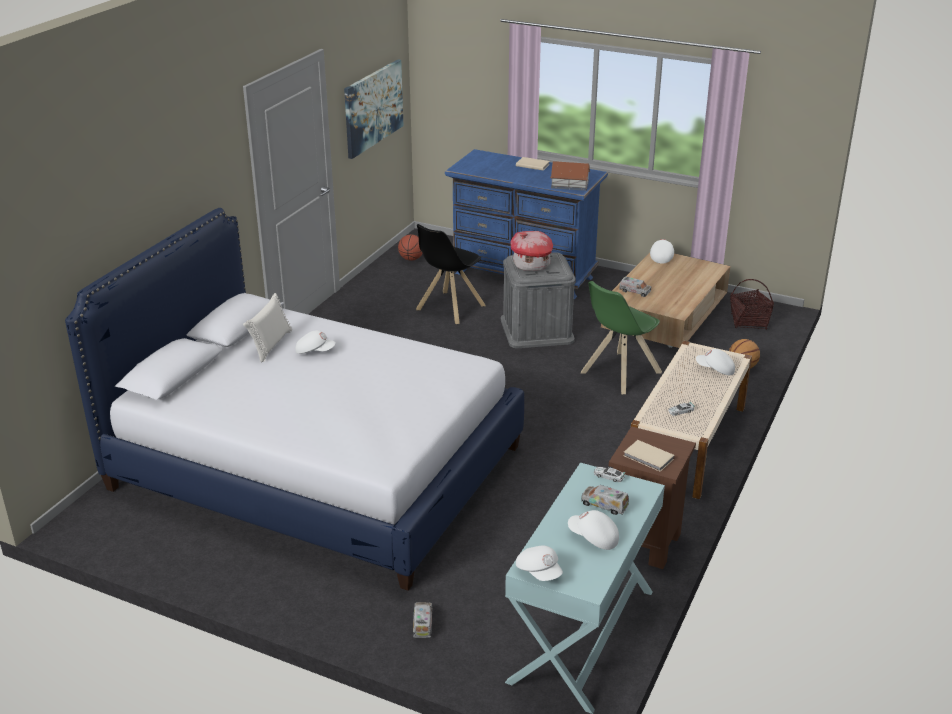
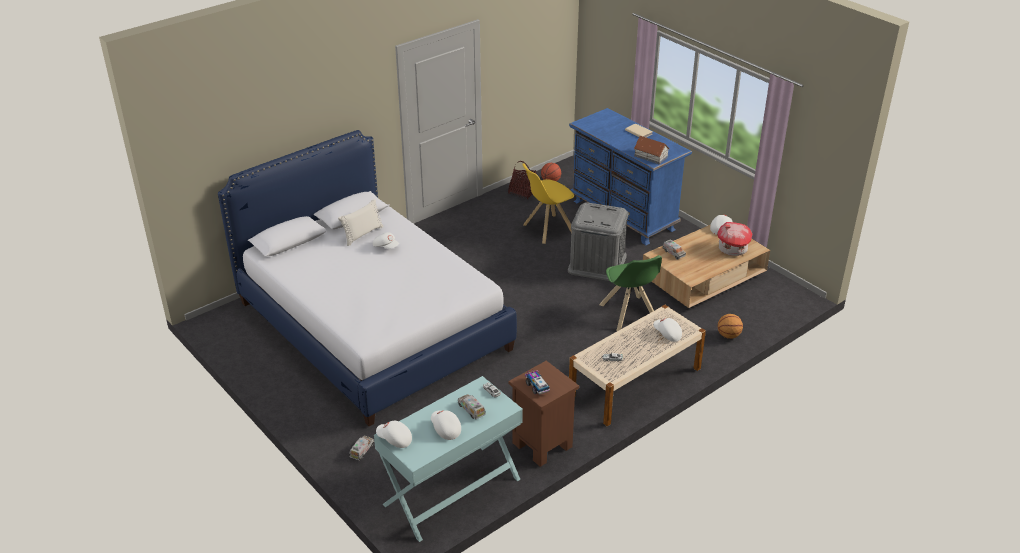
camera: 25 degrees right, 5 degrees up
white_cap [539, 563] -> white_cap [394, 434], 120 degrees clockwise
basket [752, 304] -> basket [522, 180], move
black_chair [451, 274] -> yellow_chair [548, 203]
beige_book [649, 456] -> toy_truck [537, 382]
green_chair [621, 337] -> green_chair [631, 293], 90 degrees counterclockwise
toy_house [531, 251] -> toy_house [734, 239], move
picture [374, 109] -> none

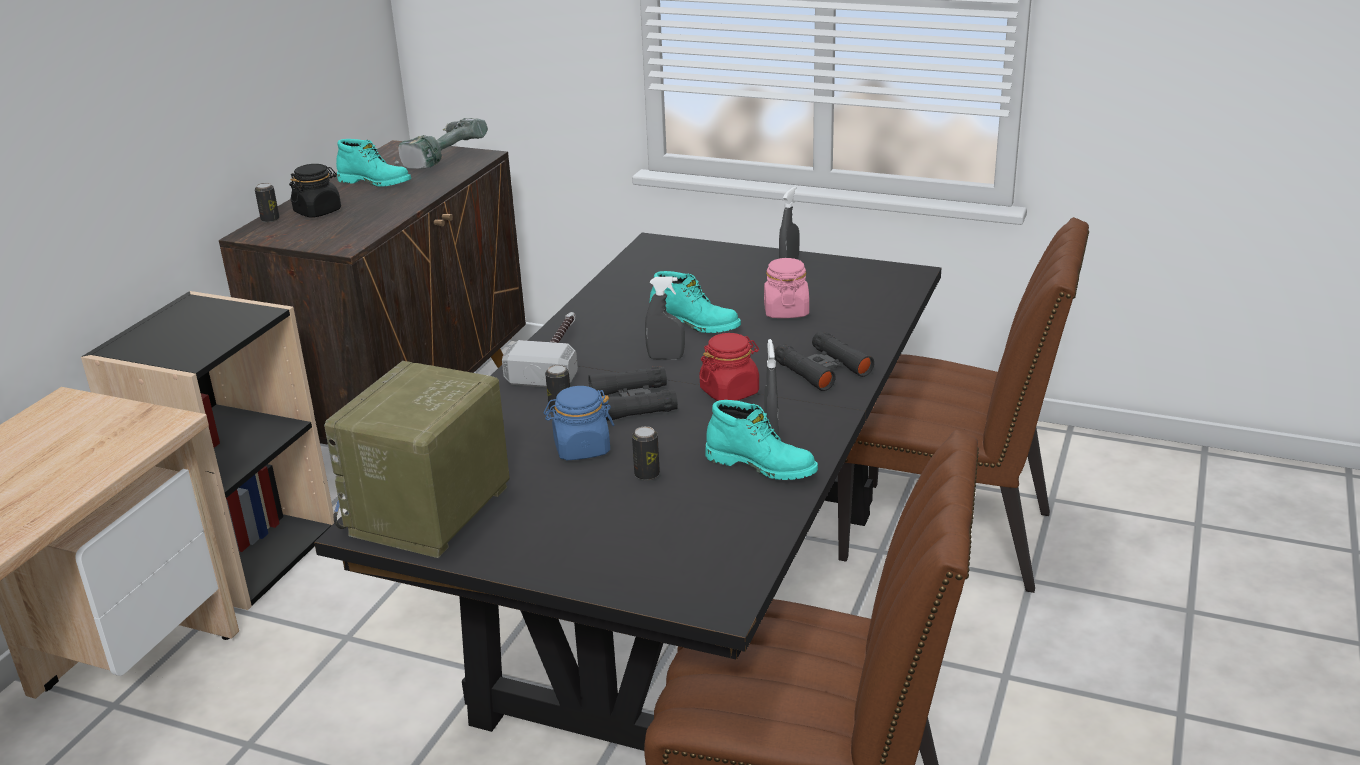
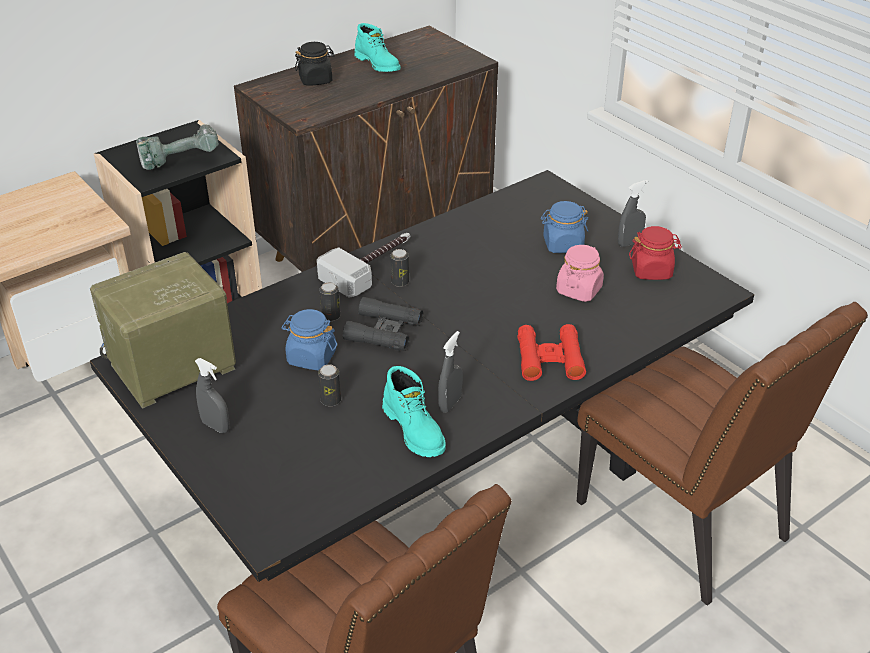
camera: 30 degrees right, 10 degrees up
power_drill [441, 143] -> power_drill [177, 147], move
grey_spray_bottle [665, 318] -> grey_spray_bottle [212, 395], move
can [267, 203] -> can [399, 268], move
black_binoculars [824, 361] -> red_binoculars [551, 352]
none -> blue_jar [564, 227]
red_jar [729, 367] -> red_jar [655, 253], move
turquoise_boot [695, 302] -> none

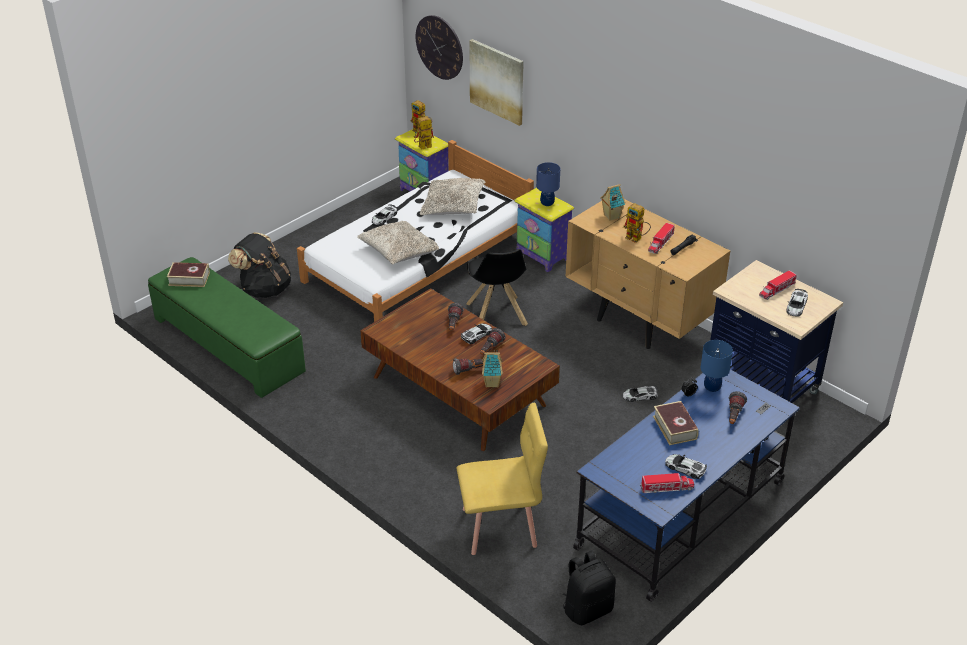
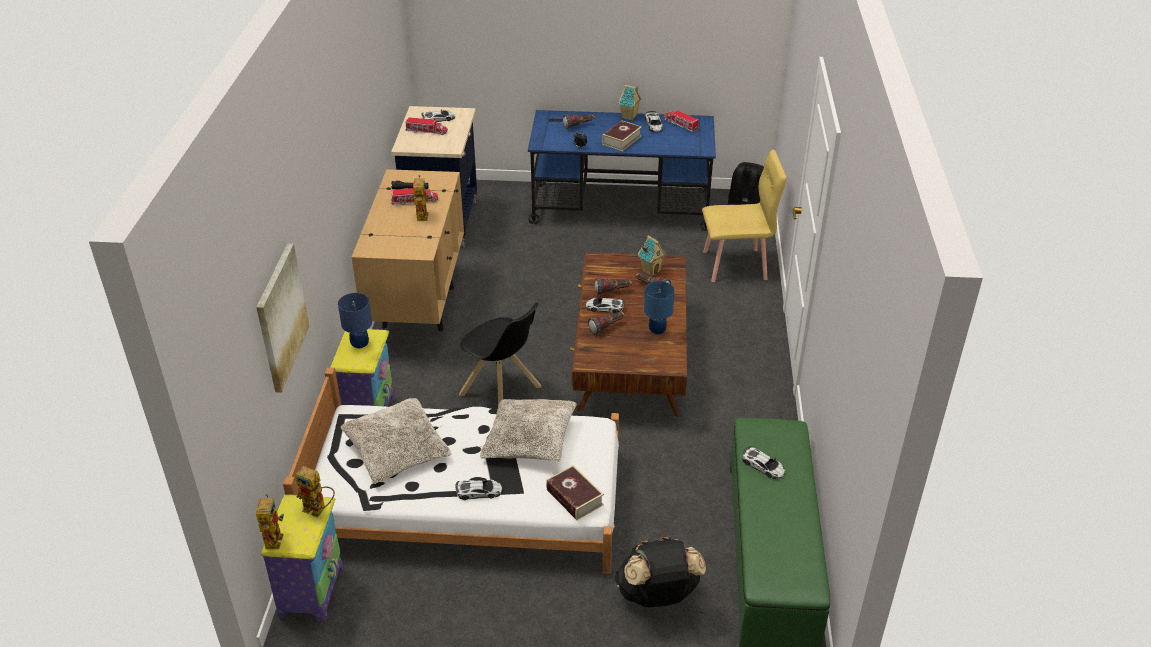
camera: 130 degrees left, 0 degrees up
black_chair [497, 287] -> black_chair [500, 354], 90 degrees clockwise
book [188, 274] -> book [575, 492], move
toy_house [613, 202] -> toy_house [629, 102], move
blue_table_lamp [717, 366] -> blue_table_lamp [659, 307], move
yellow_chair [502, 479] -> yellow_chair [744, 216], 135 degrees clockwise
toy_car [640, 393] -> toy_car [763, 462], move
wall_clock [439, 47] -> none

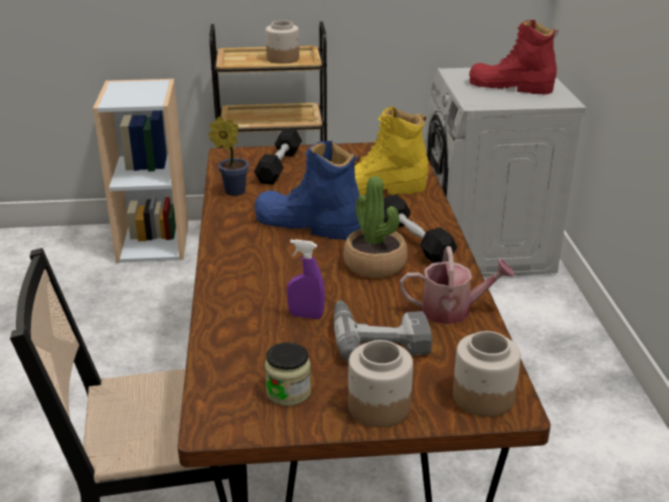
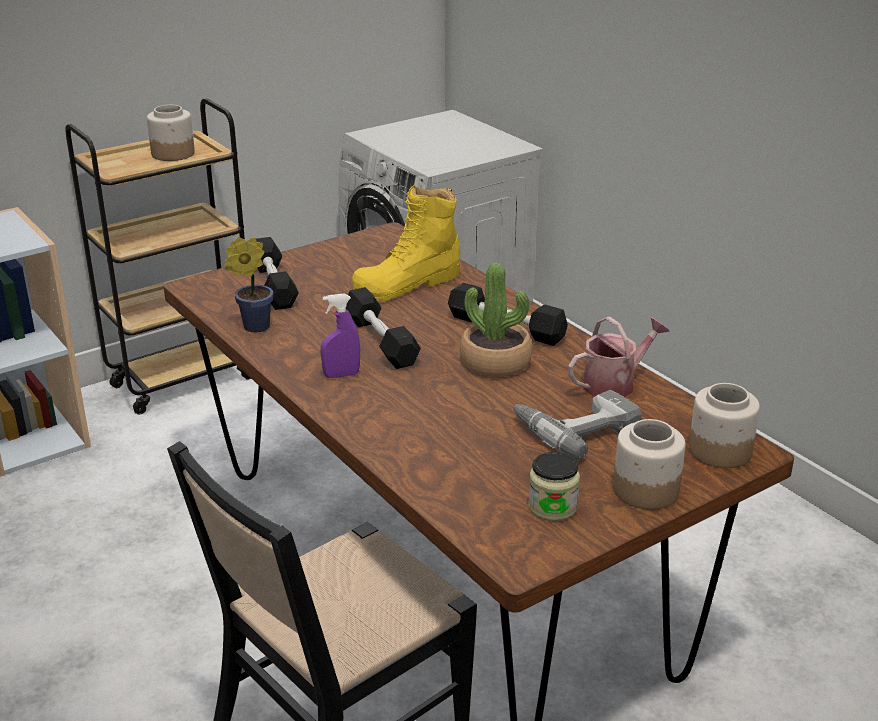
camera: 30 degrees left, 0 degrees up
purple_spray_bottle [306, 279] -> purple_spray_bottle [340, 335], move
blue_boot [308, 190] -> black_dumbbell [383, 328]
red_boot [513, 57] -> none

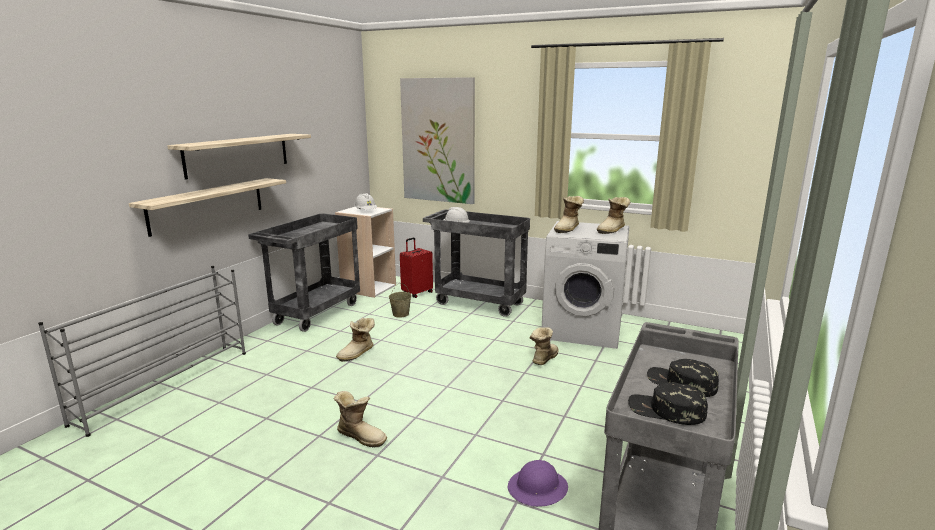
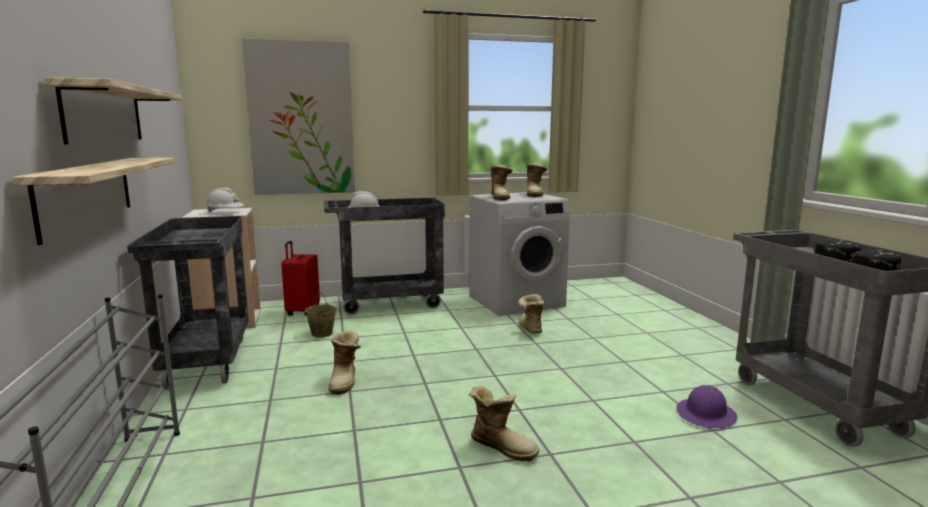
camera: 40 degrees left, 5 degrees down
boot [360, 419] -> boot [504, 424], 45 degrees clockwise

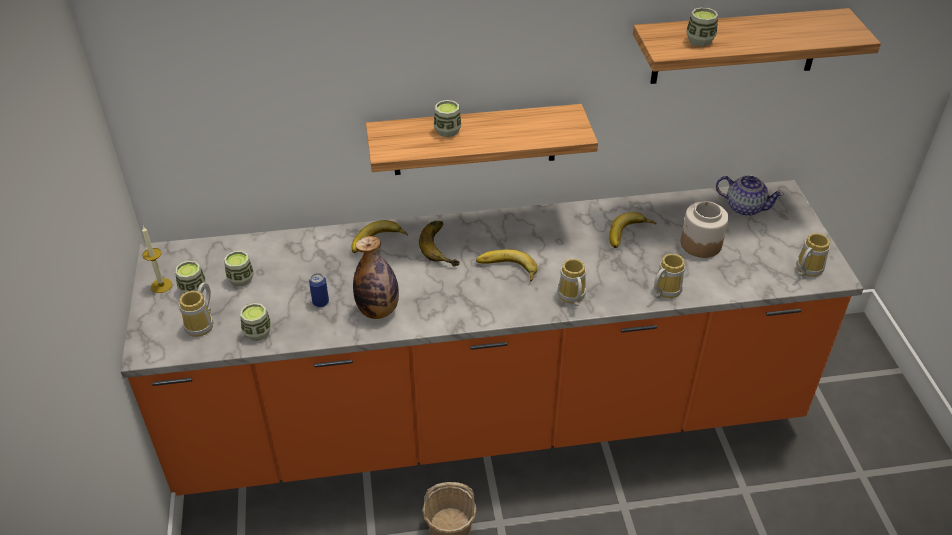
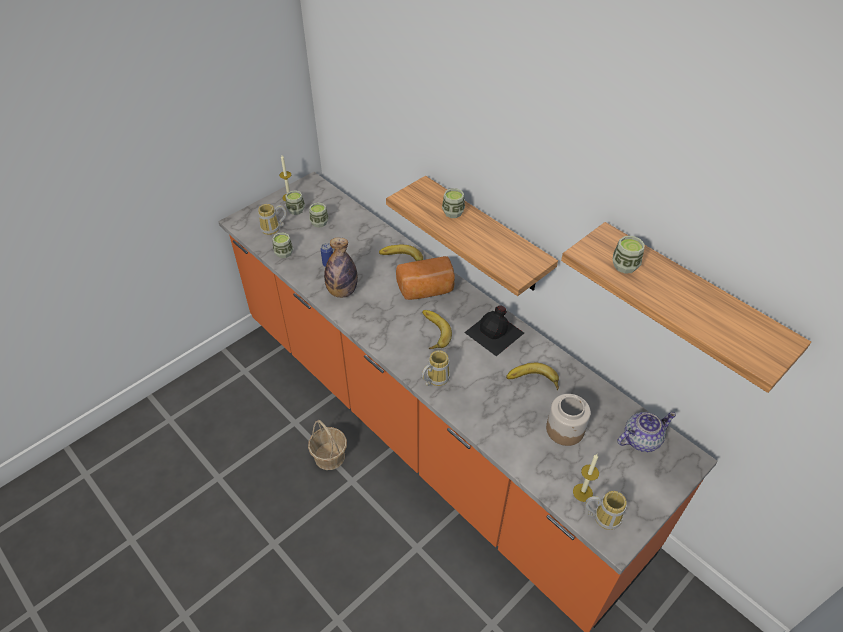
camera: 55 degrees right, 5 degrees up
banana [439, 244] -> bread [425, 278]
none -> black_bottle [494, 330]
none -> candle [586, 478]
teapot [750, 195] -> teapot [646, 432], 105 degrees counterclockwise
mug [669, 276] -> none

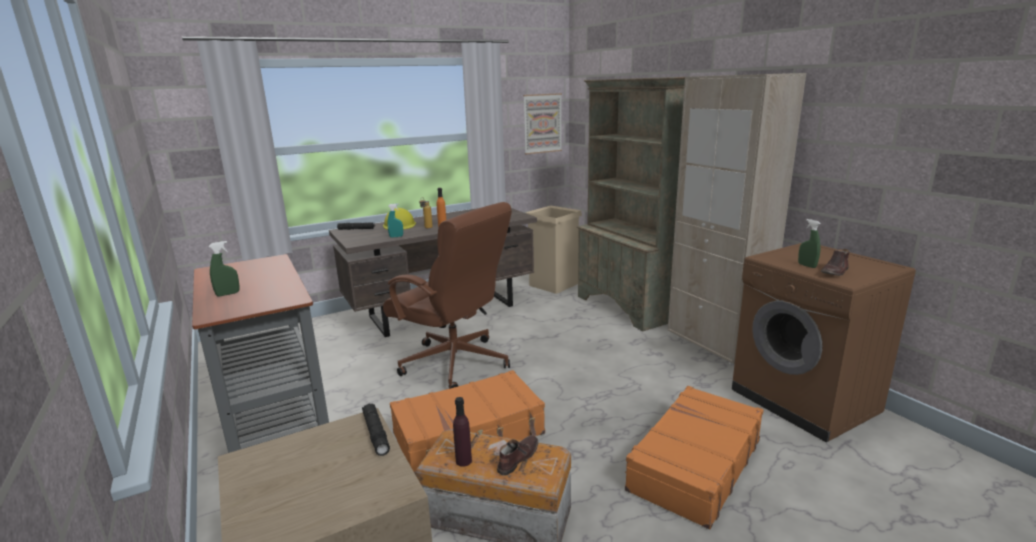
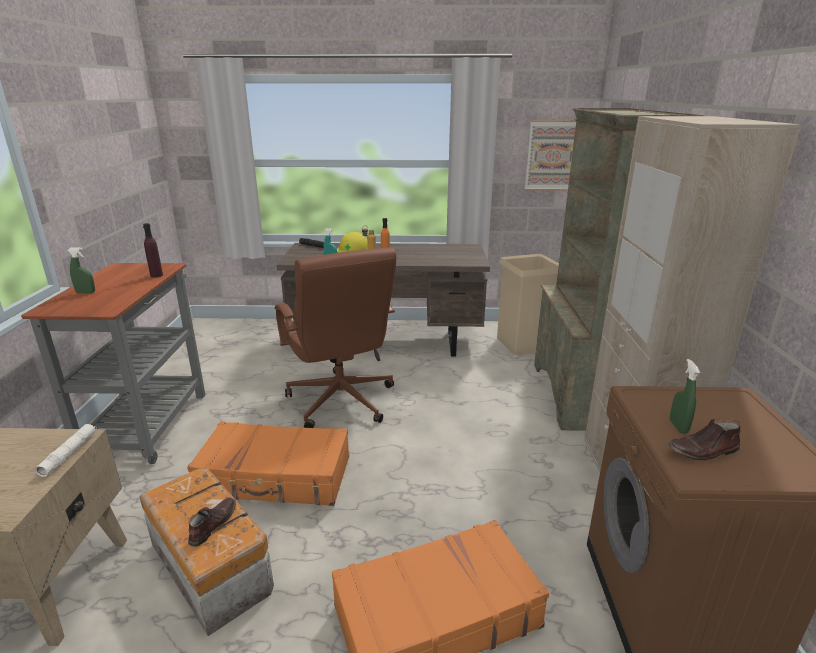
camera: 30 degrees right, 5 degrees up
black_flashlight [376, 430] -> white_flashlight [66, 450]
purple_bottle [462, 432] -> purple_bottle [153, 250], move
brown_shoe [517, 455] -> brown_shoe [212, 522], 45 degrees counterclockwise

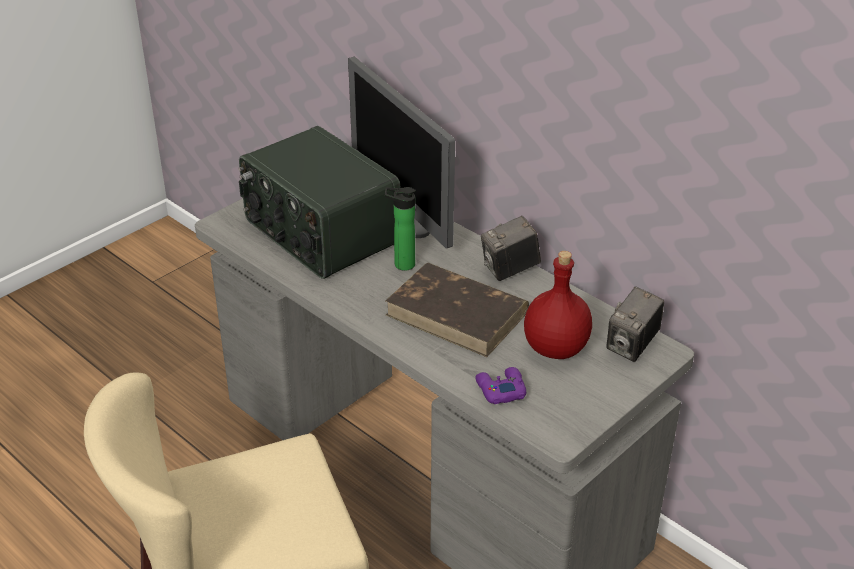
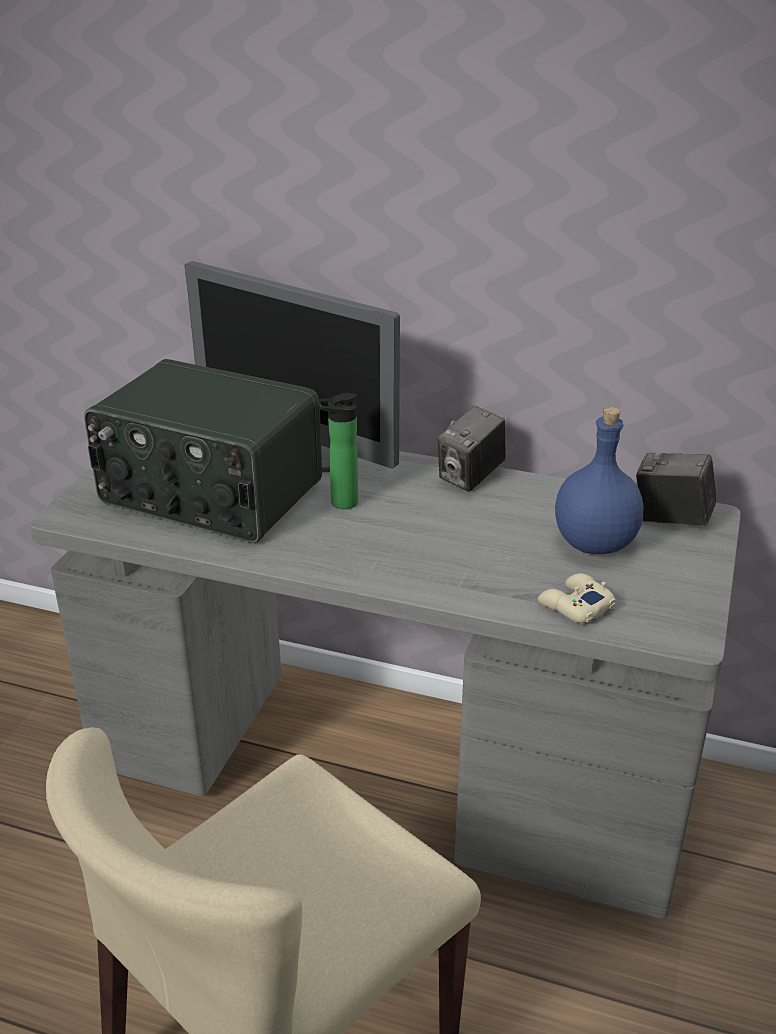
camera: 25 degrees left, 5 degrees down
purple_game_controller [500, 385] -> beige_game_controller [577, 598]
red_bottle [558, 305] -> blue_bottle [599, 480]
photo_camera [635, 324] -> photo_camera [676, 489], 105 degrees clockwise
brown_book [457, 310] -> none

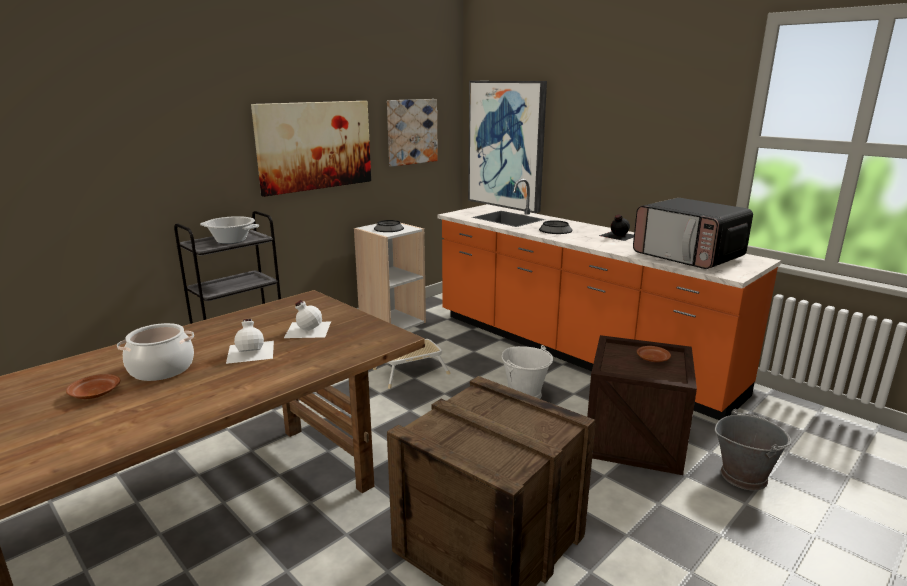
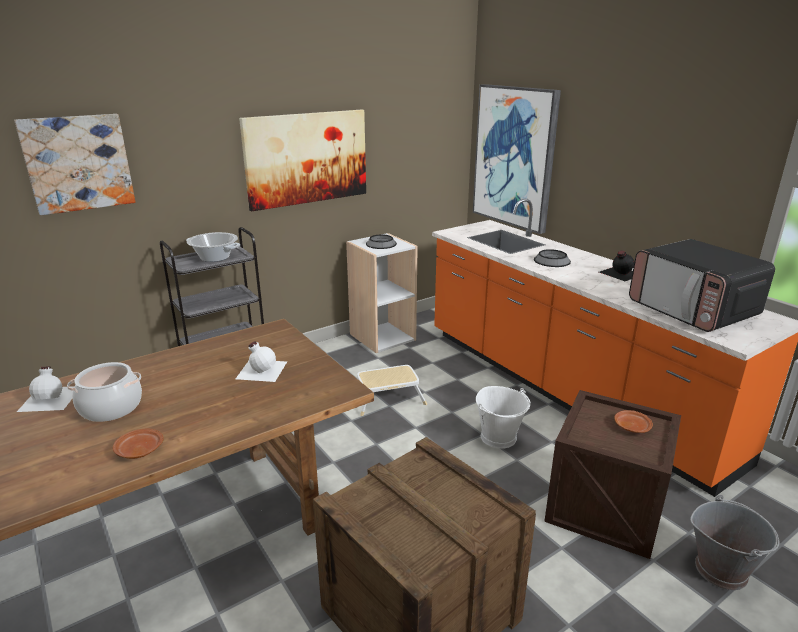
camera: 10 degrees right, 5 degrees up
picture [412, 133] -> picture [74, 164], move
white_bottle [250, 341] -> white_bottle [46, 389], move
brown_plate [93, 386] -> brown_plate [138, 444], move

